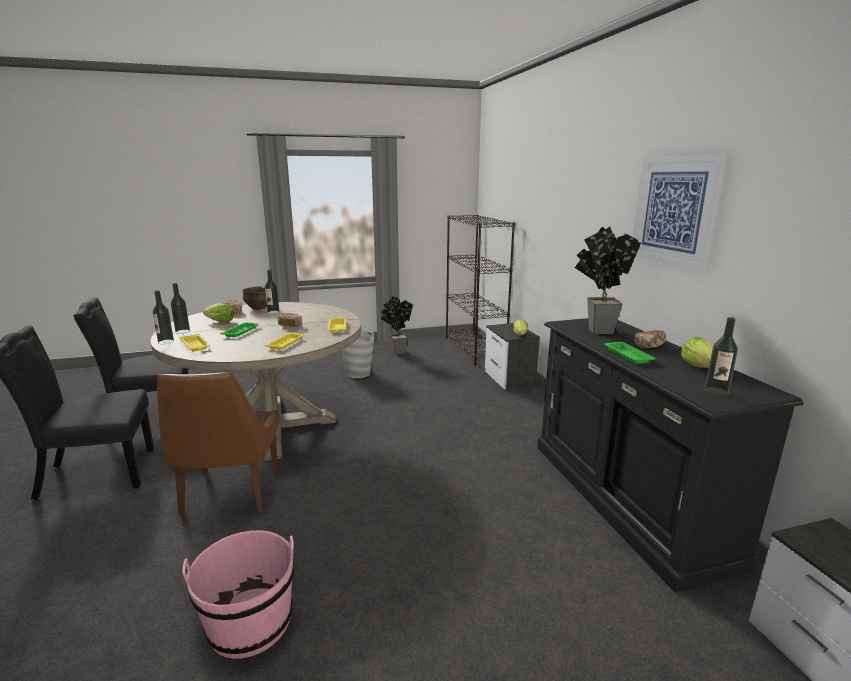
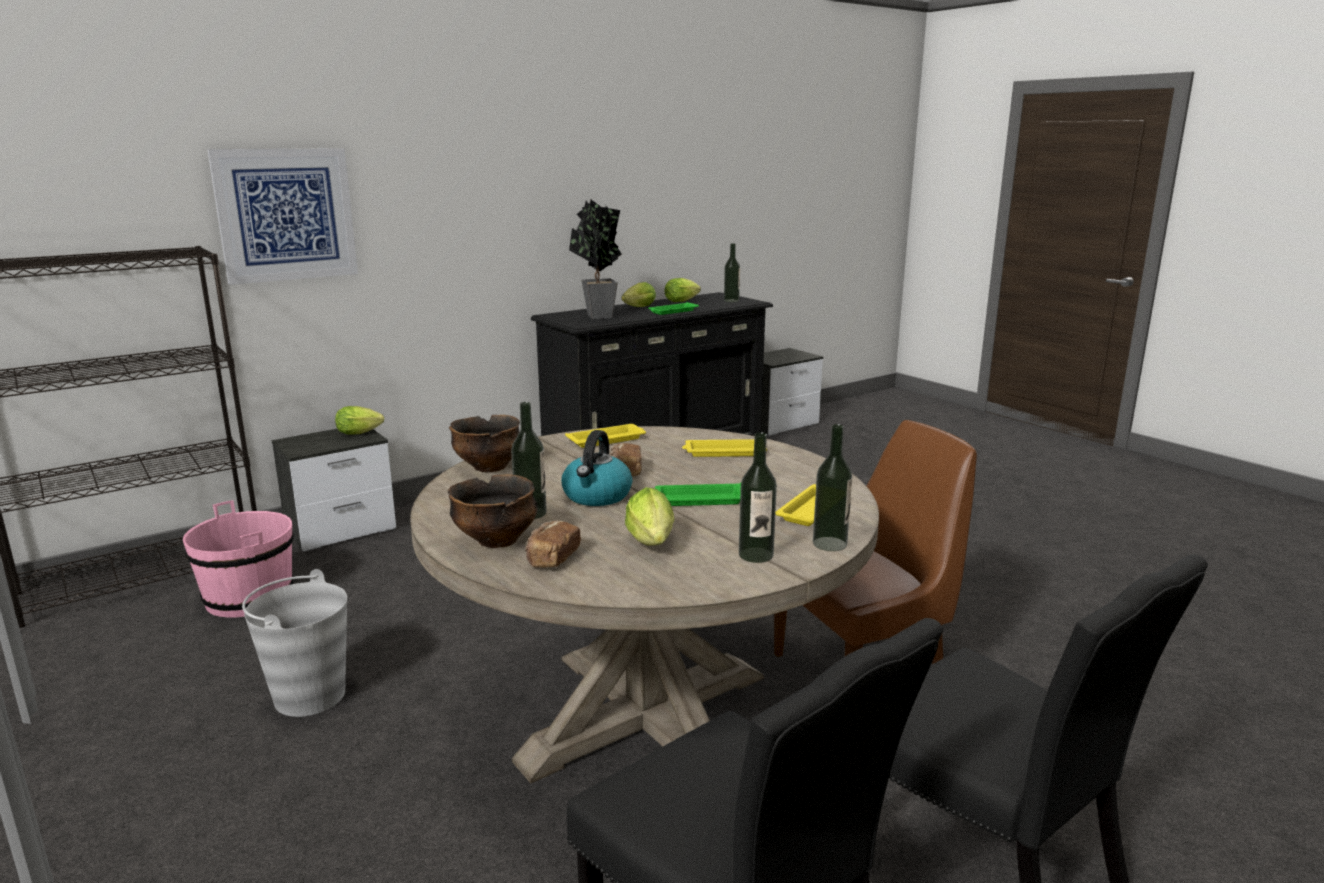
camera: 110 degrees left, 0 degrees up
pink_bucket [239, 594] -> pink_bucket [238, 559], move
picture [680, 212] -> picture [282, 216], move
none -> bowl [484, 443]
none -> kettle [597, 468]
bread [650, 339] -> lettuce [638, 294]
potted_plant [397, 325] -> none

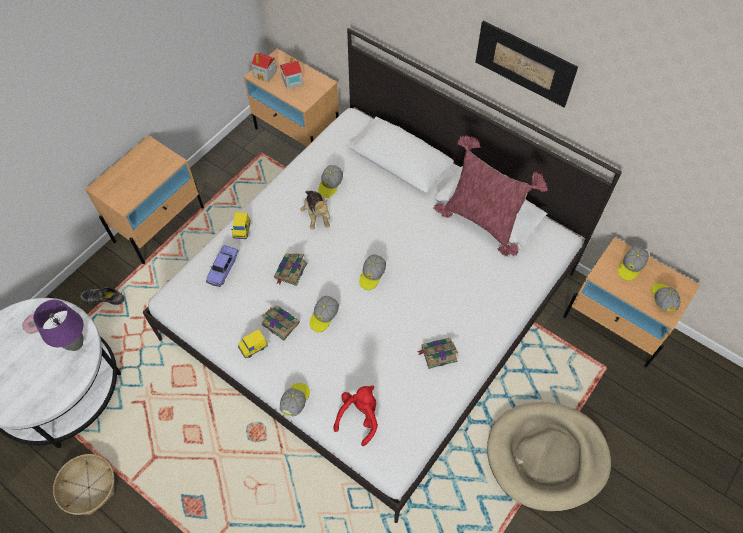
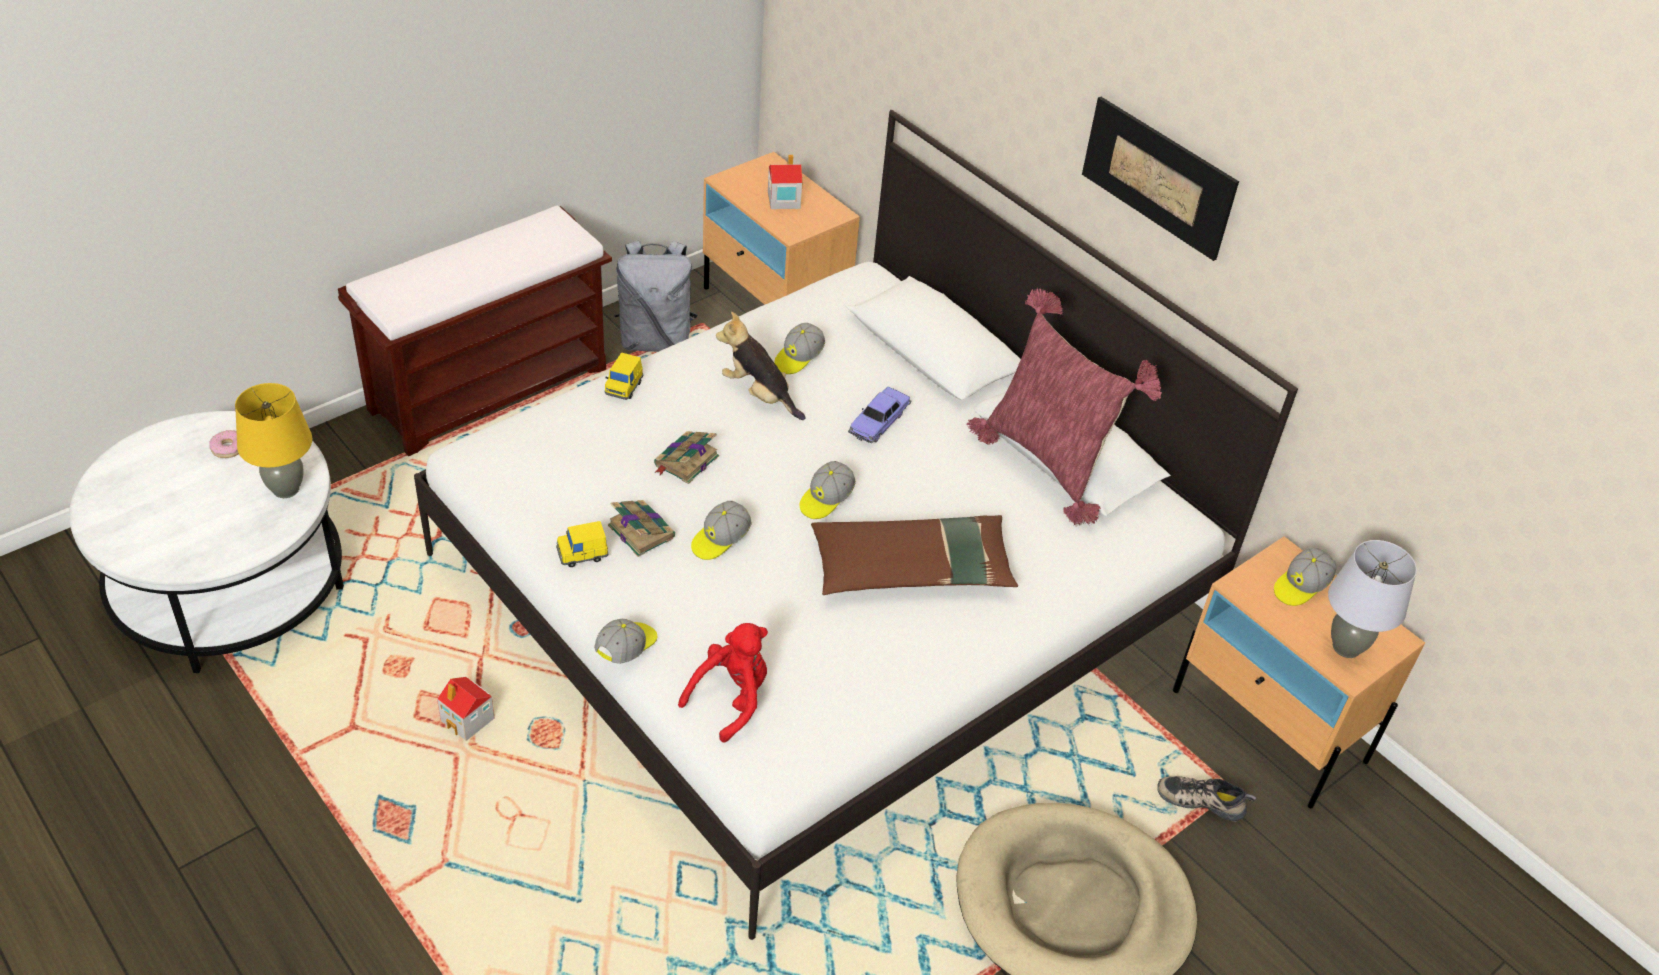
camera: 10 degrees right, 15 degrees down
purple_table_lamp [58, 325] -> yellow_table_lamp [273, 440]
beige_nightstand [144, 199] -> brown_bench [475, 330]
toy_house [264, 67] -> toy_house [466, 709], move
none -> grey_backpack [656, 296]
plush_toy [315, 210] -> plush_toy [760, 366], 135 degrees clockwise
none -> brown_pillow [914, 555]
toy_car [222, 266] -> toy_car [880, 415], move
shoe [102, 296] -> shoe [1206, 799], move
cap [665, 297] -> grey_table_lamp [1372, 599]
basket [84, 484] -> none
book [437, 353] -> none

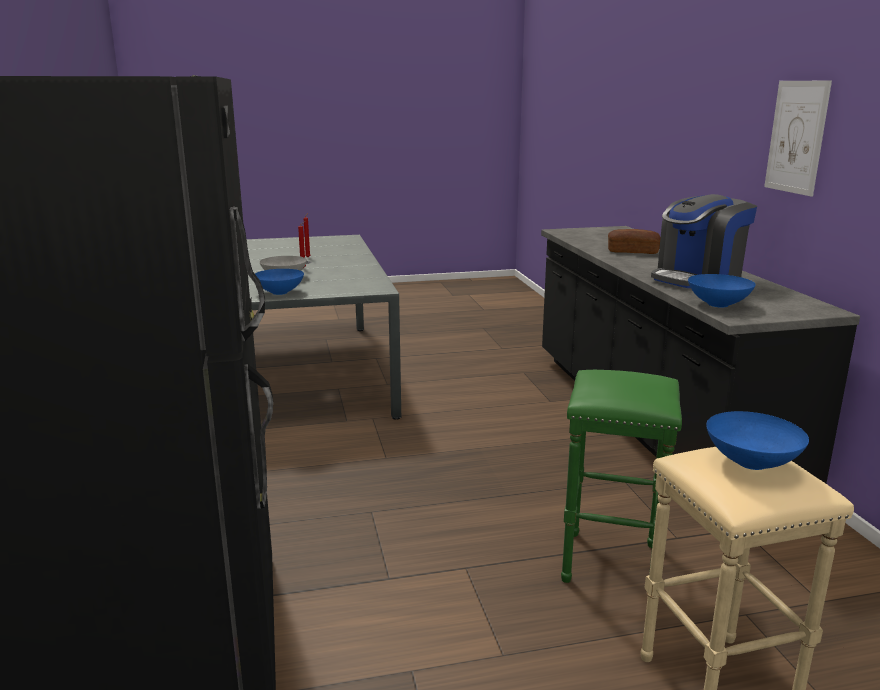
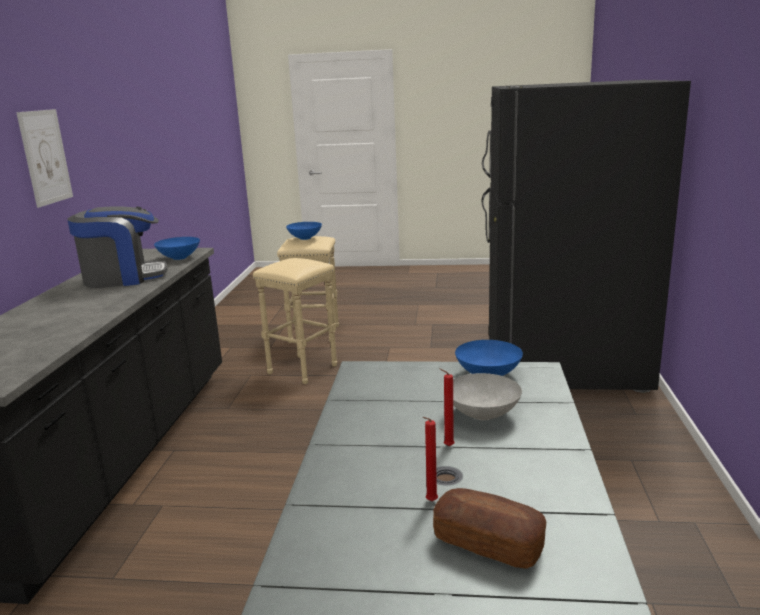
camera: 160 degrees left, 0 degrees up
green_stool [621, 476] -> beige_stool [295, 321]
bread [634, 241] -> bread [489, 528], move

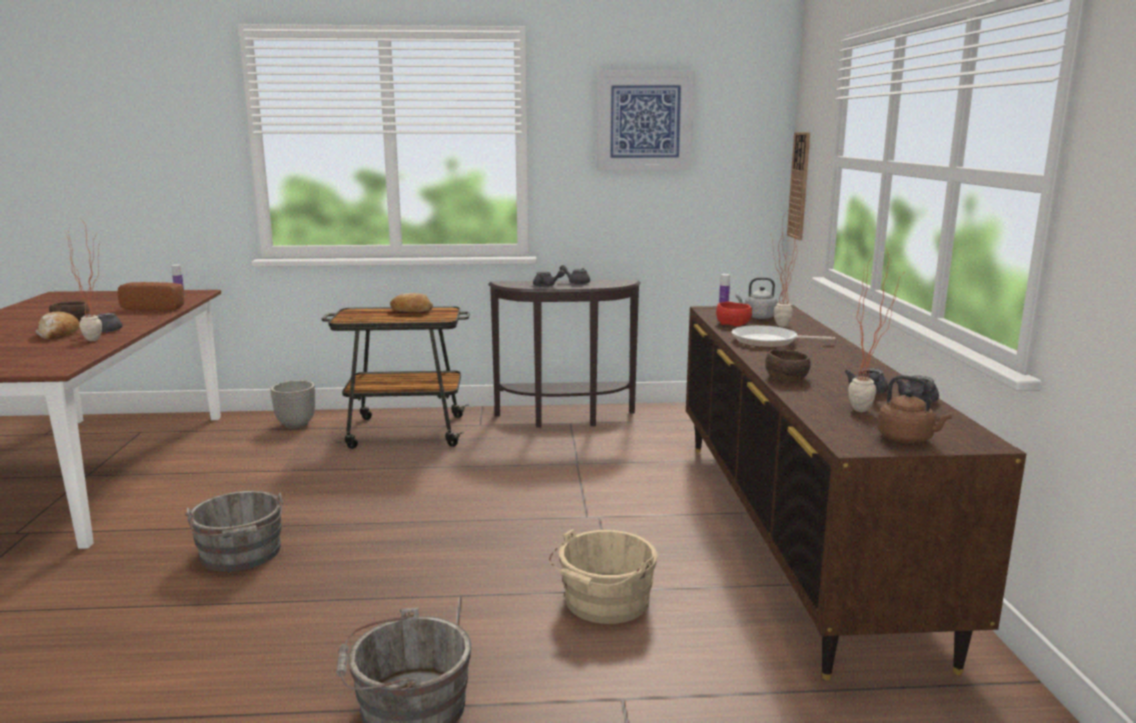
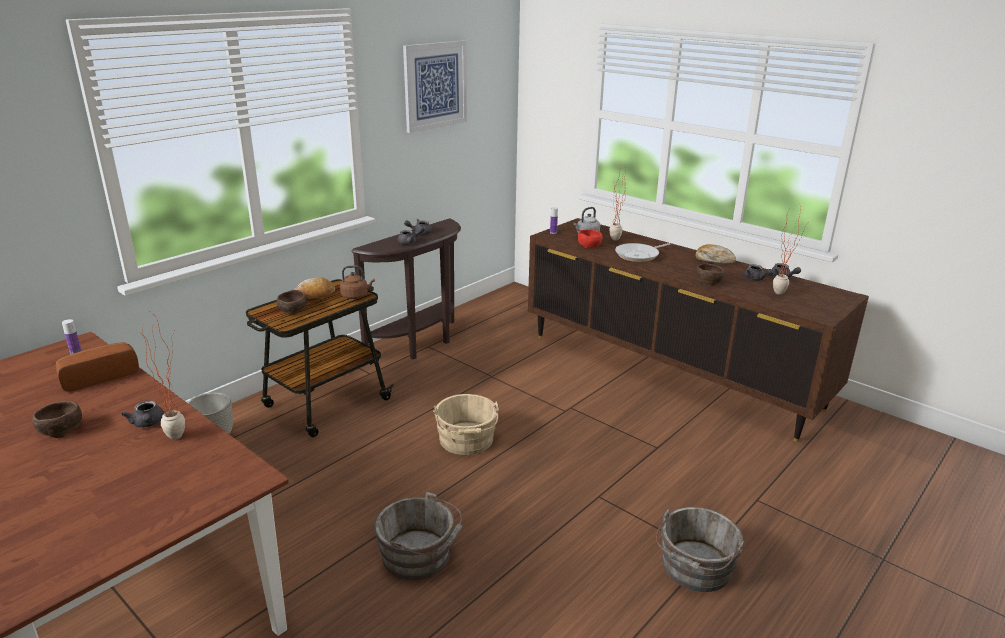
camera: 45 degrees left, 10 degrees up
none -> brown_bowl [292, 302]
brown_kettle [914, 409] -> brown_kettle [357, 282], move
beige_bucket [603, 576] -> beige_bucket [466, 424], move
bread [57, 325] -> bread [715, 254], move
wall_clock [798, 186] -> none

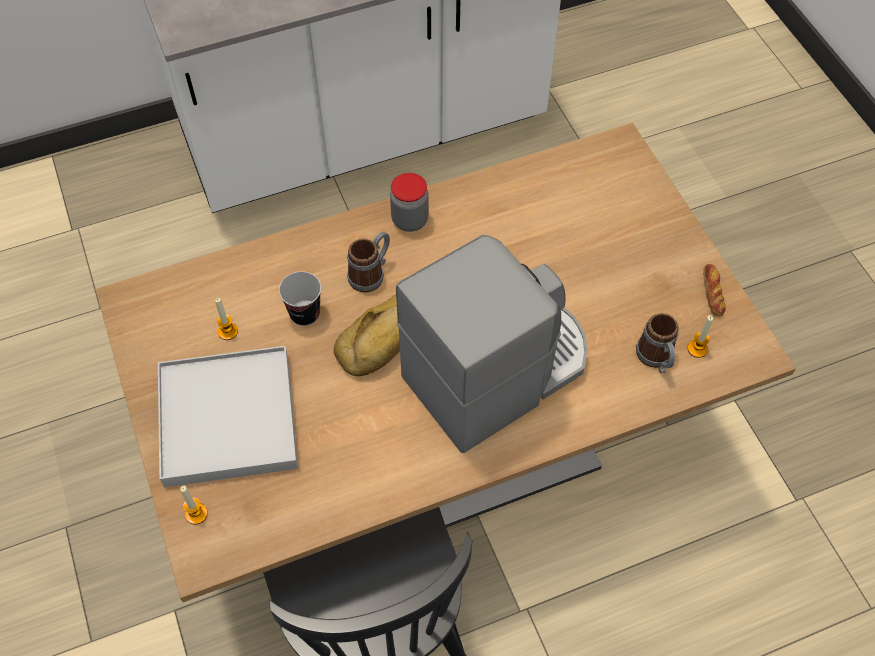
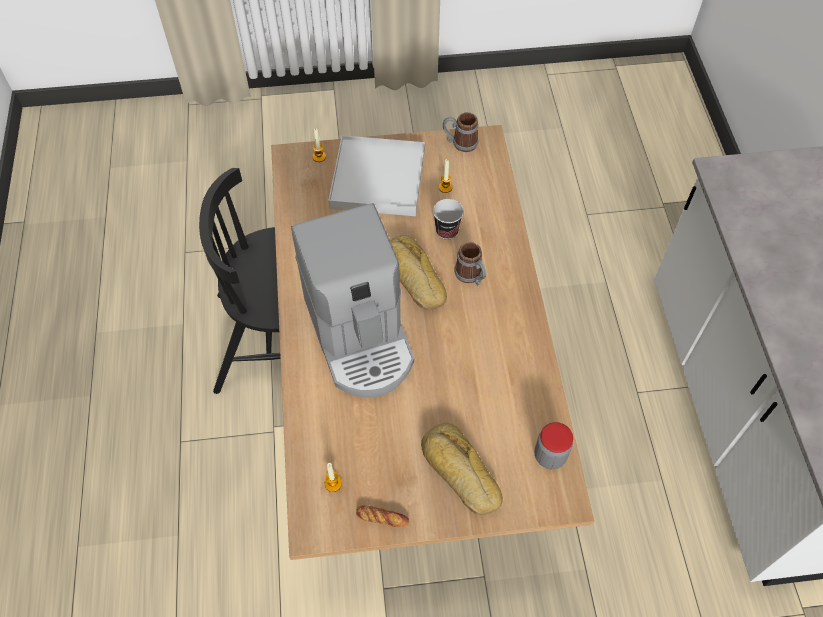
camera: 105 degrees right, 0 degrees up
none -> bread [462, 469]
mug [657, 343] -> mug [461, 132], move
jar [409, 202] -> jar [553, 445], move

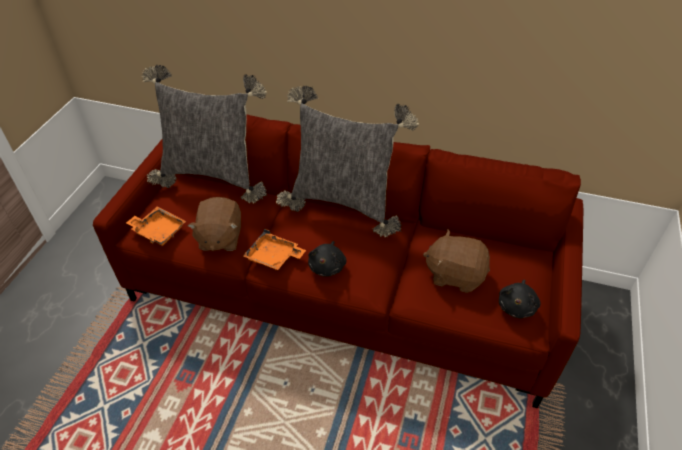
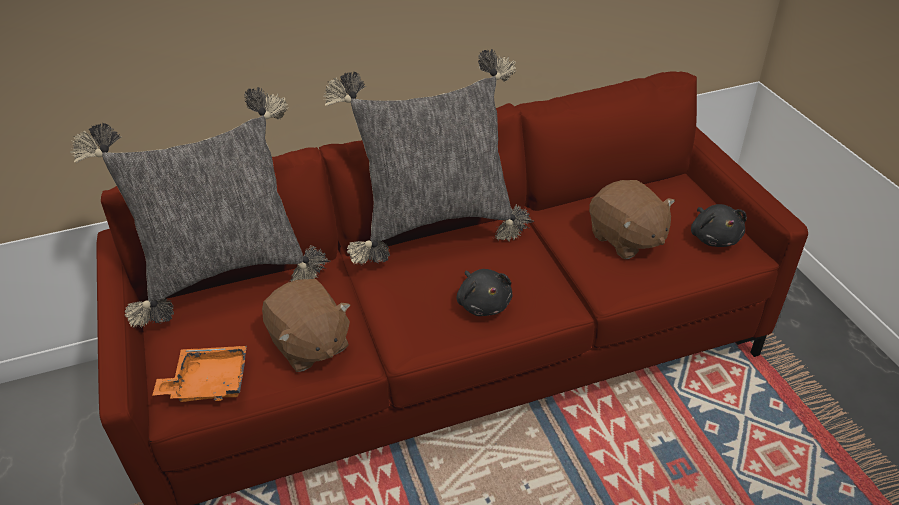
camera: 35 degrees left, 5 degrees down
brown_plush_toy [456, 261] -> brown_plush_toy [632, 219], 105 degrees counterclockwise
orange_tray [274, 249] -> none

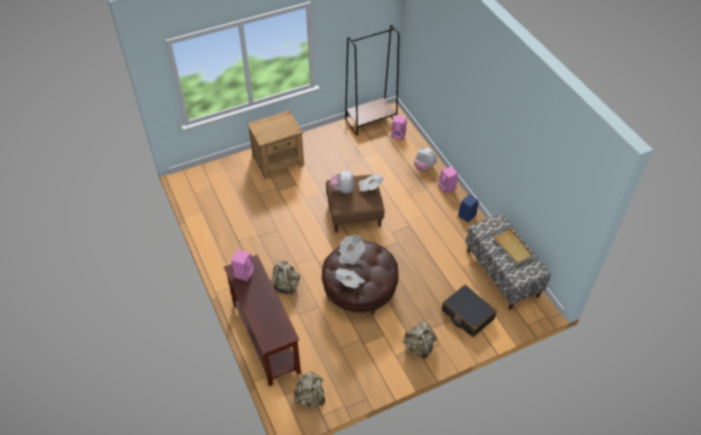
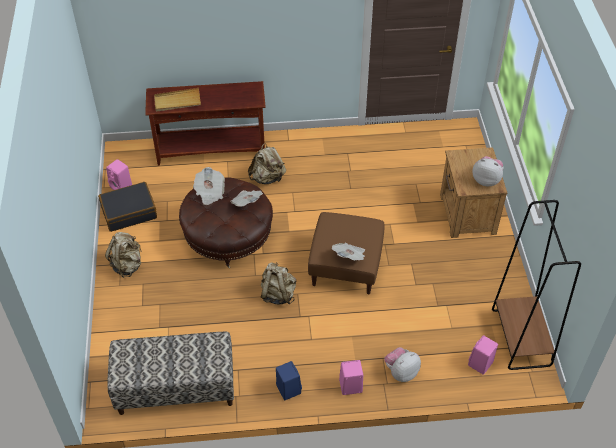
camera: 110 degrees right, 0 degrees up
black_suitcase [469, 311] -> black_suitcase [127, 207], move
pink_speaker [242, 265] -> pink_speaker [119, 174], move
beige_tray [513, 246] -> beige_tray [177, 99], move
beige_backpack [309, 389] -> beige_backpack [278, 283], move
plush_toy [342, 181] -> plush_toy [488, 171], move

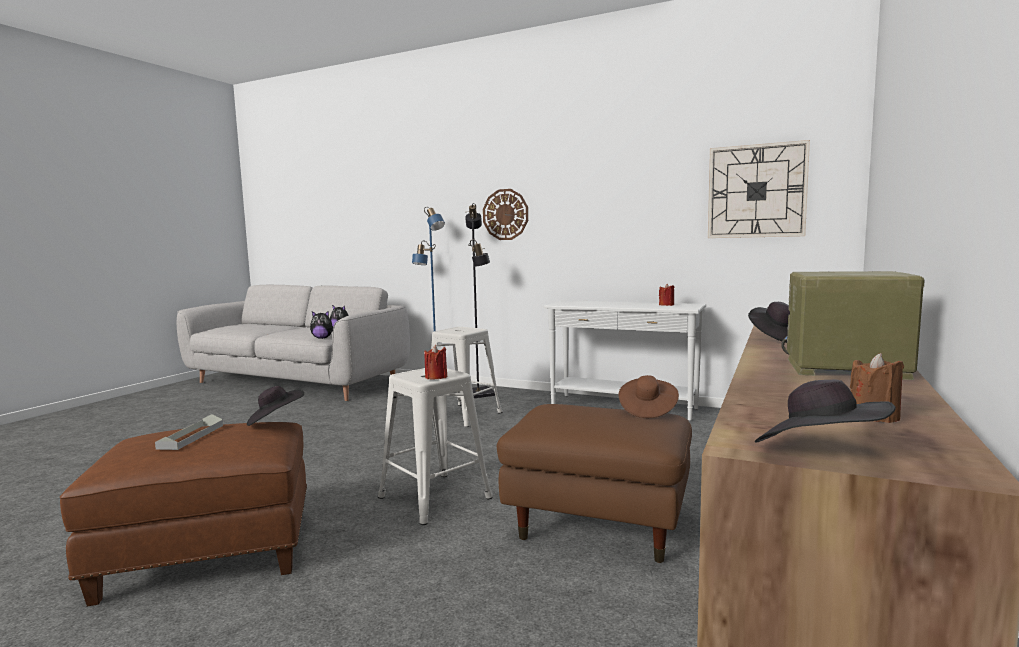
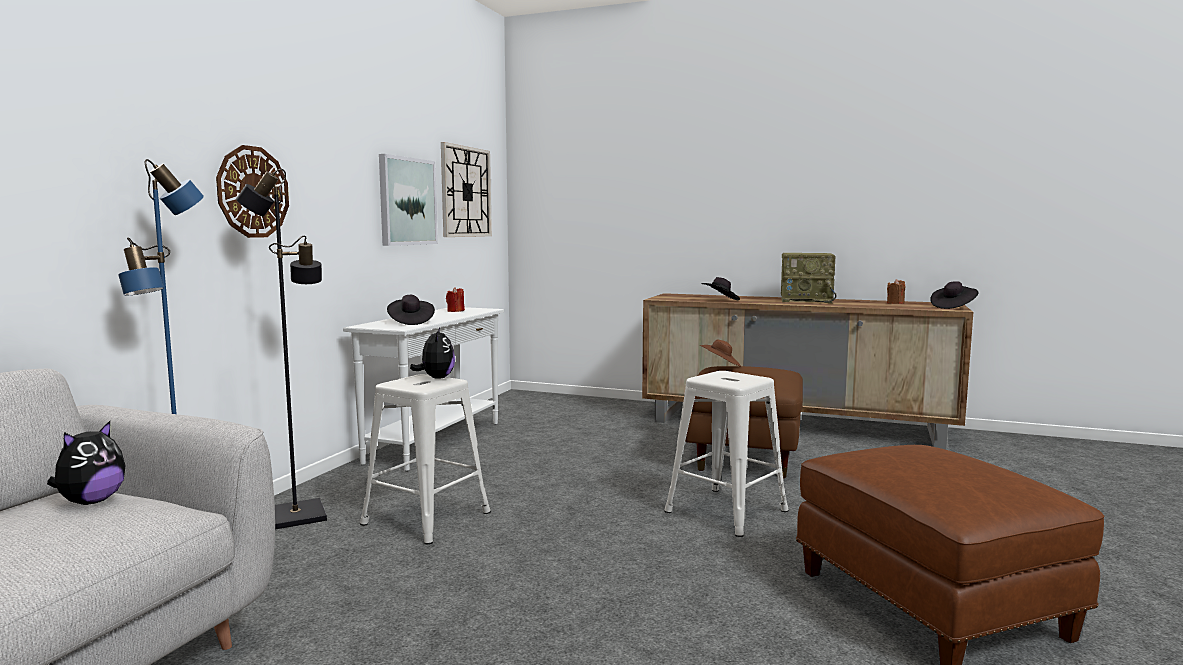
camera: 95 degrees left, 0 degrees up
none -> picture [408, 200]
black_hat [275, 406] -> black_hat [411, 310], move
plush_toy [321, 325] -> plush_toy [432, 353], move
radio [852, 325] -> radio [809, 278], 90 degrees counterclockwise
grey_tray [189, 432] -> none
red_candle [435, 362] -> none

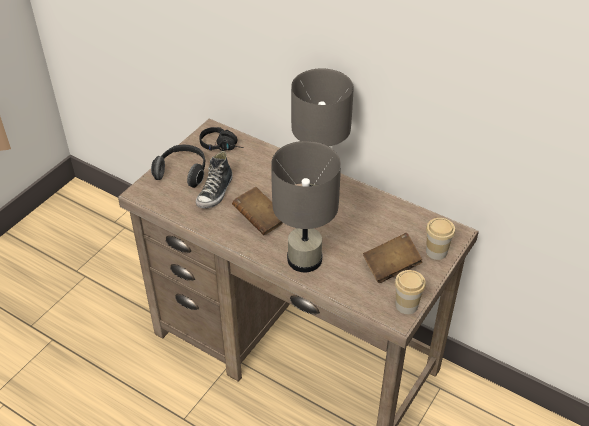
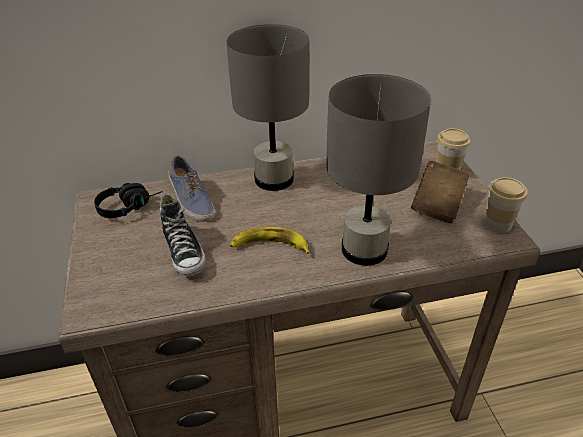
camera: 45 degrees left, 5 degrees down
none -> shoe [191, 188]
brown_book [257, 211] -> banana [270, 240]
headphones [178, 166] -> none

